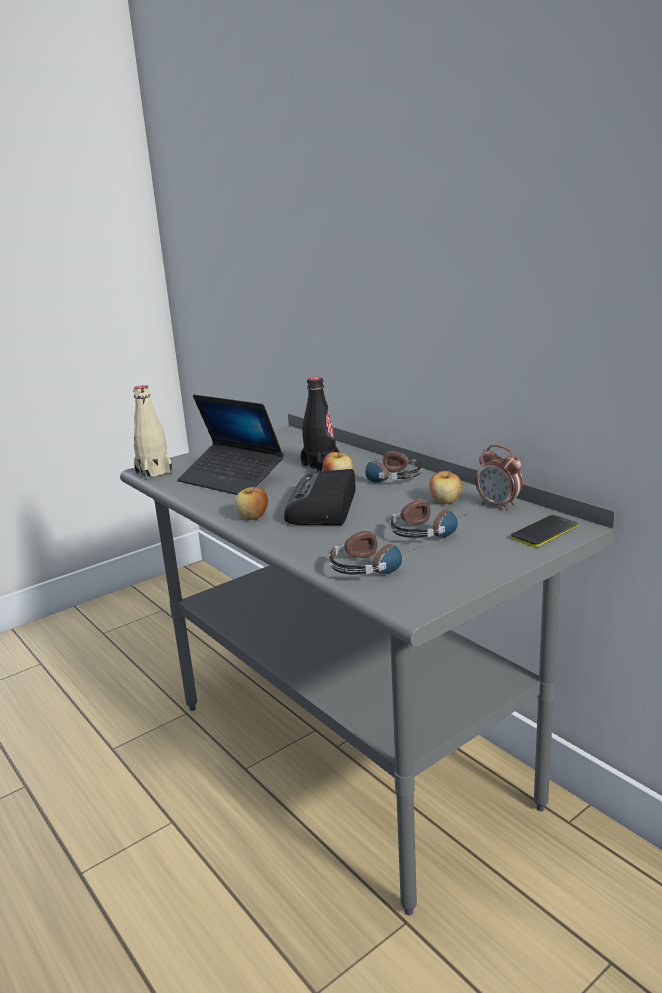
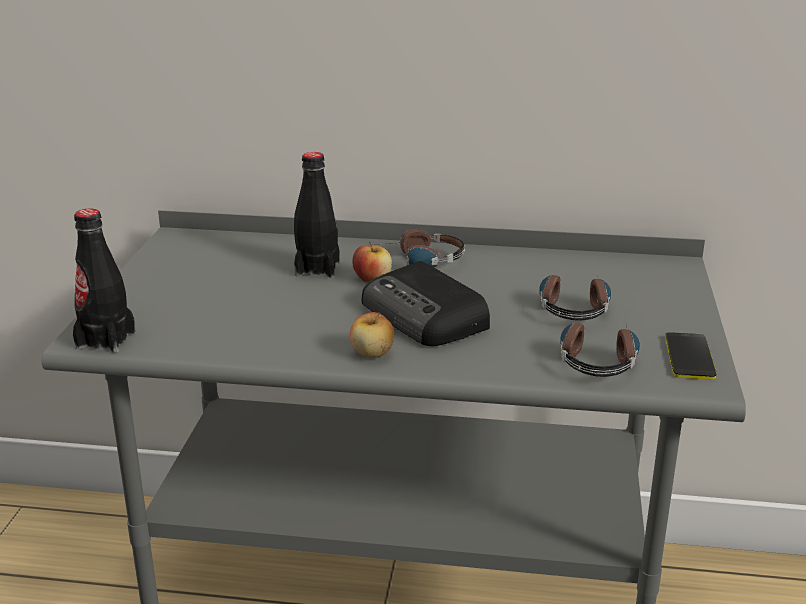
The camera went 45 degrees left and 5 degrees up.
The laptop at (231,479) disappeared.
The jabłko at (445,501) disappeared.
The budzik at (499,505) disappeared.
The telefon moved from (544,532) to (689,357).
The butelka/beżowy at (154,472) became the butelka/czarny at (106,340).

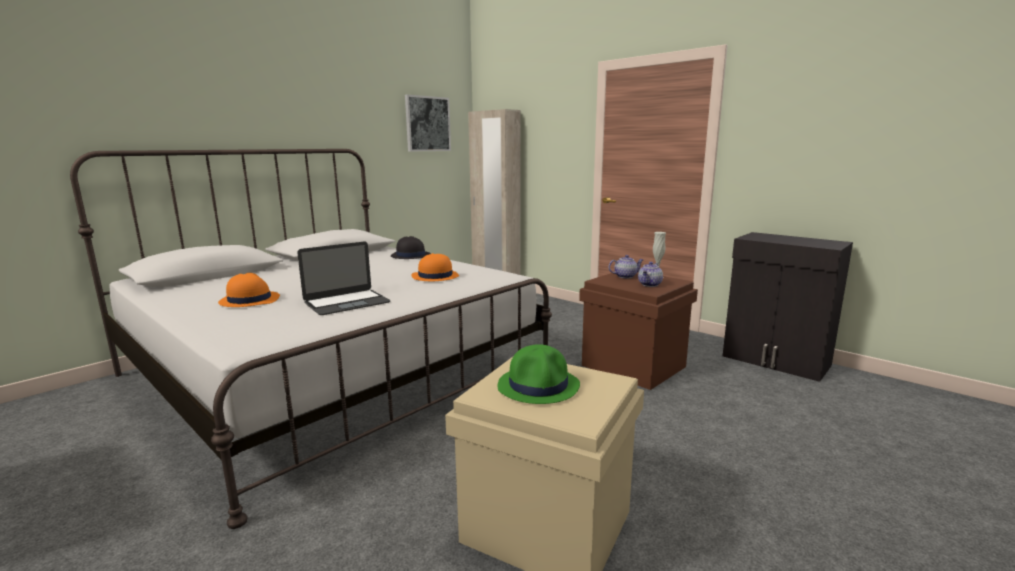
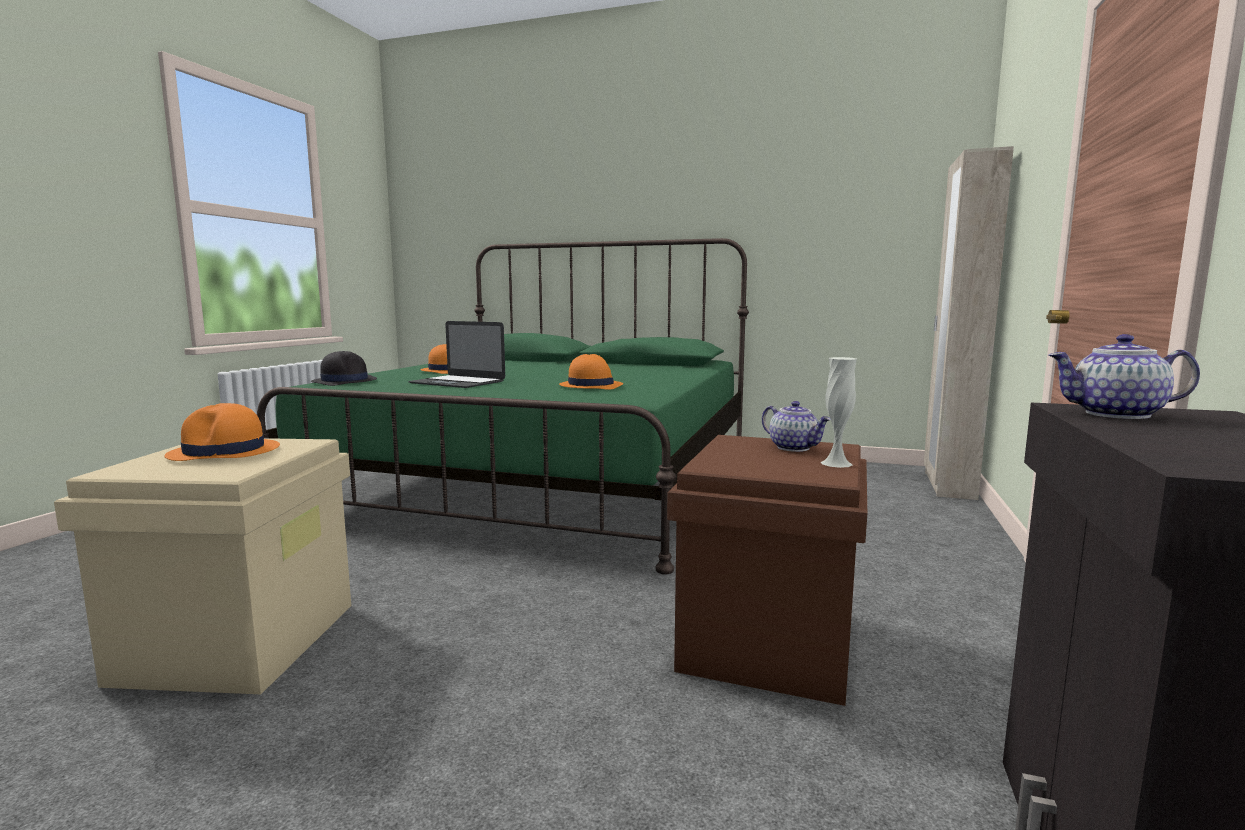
The camera went 65 degrees right and 5 degrees down.
The obraz at (427,124) disappeared.
The kapelusz/czarny moved from (410,256) to (344,381).
The imbryk moved from (650,285) to (1116,414).
The łóżko/biały at (332,372) became the łóżko/zielony at (545,481).
The kapelusz/zielony at (539,386) became the kapelusz/pomarańczowy at (225,452).

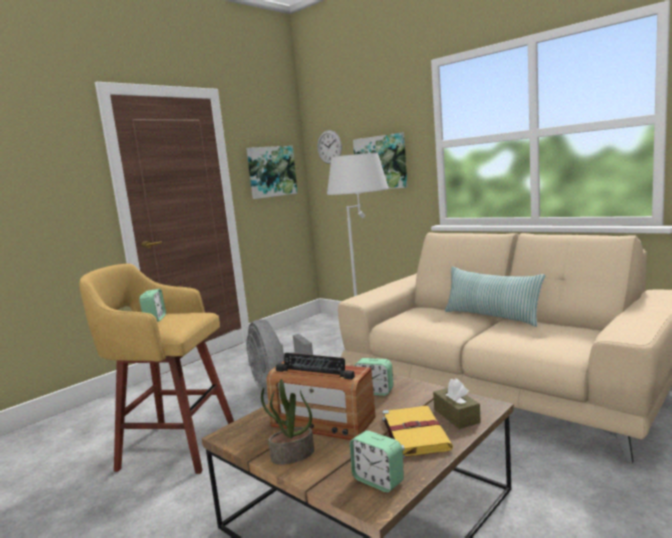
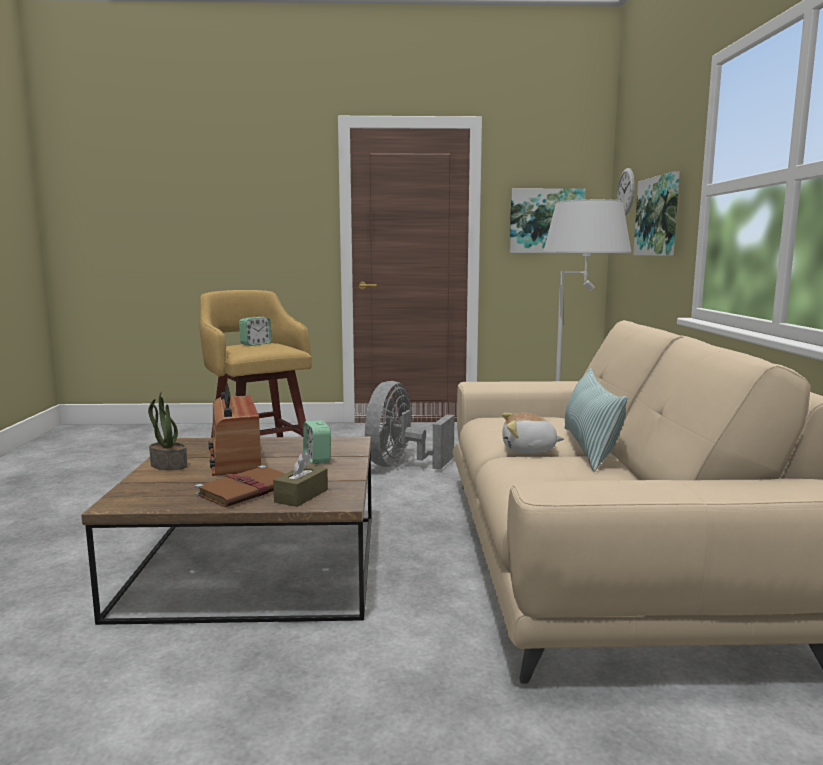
The camera went 45 degrees right and 0 degrees up.
The budzik at (378,480) disappeared.
The pluszak at (529,450) appeared.
The książka/żółty at (414,433) became the książka/brązowy at (248,489).

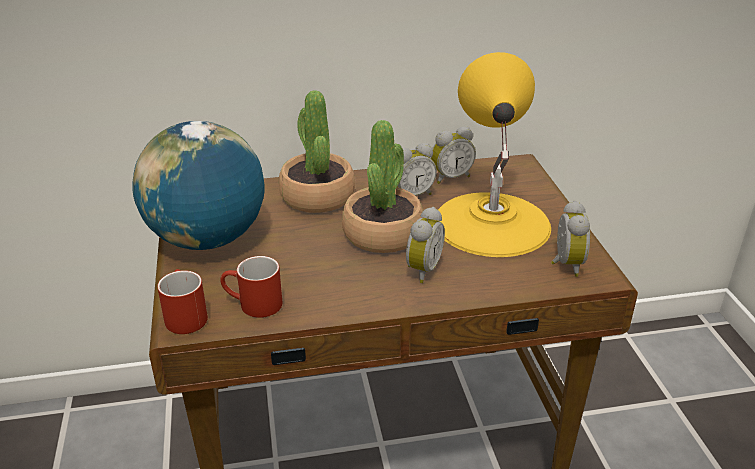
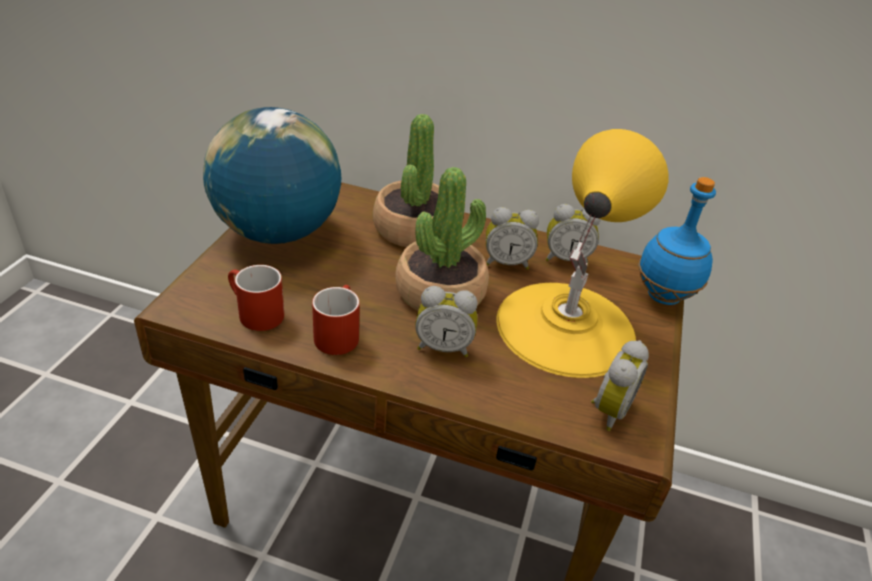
The camera went 25 degrees right and 5 degrees up.
The butelka/niebieski at (664,296) appeared.
The kubek/czerwony moved from (183,315) to (337,333).
The budzik at (421,269) turned 45 degrees clockwise.

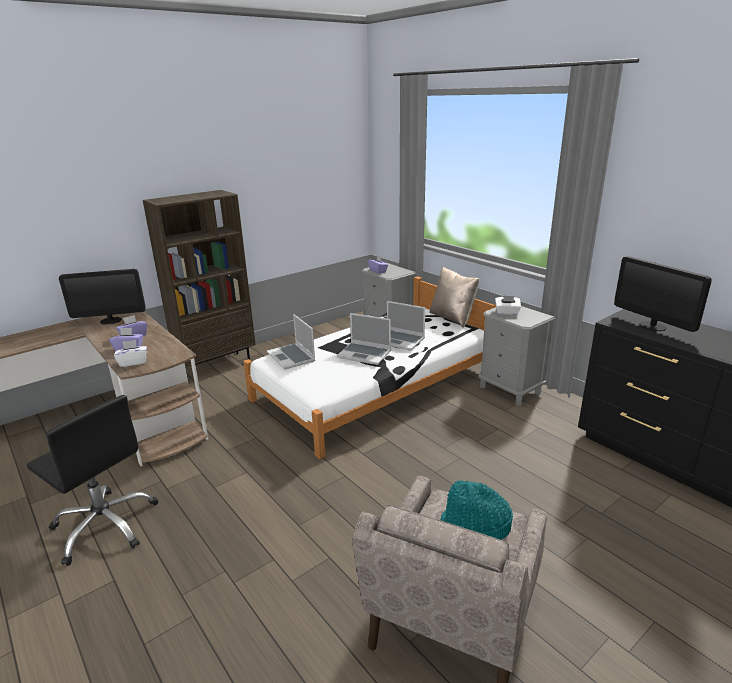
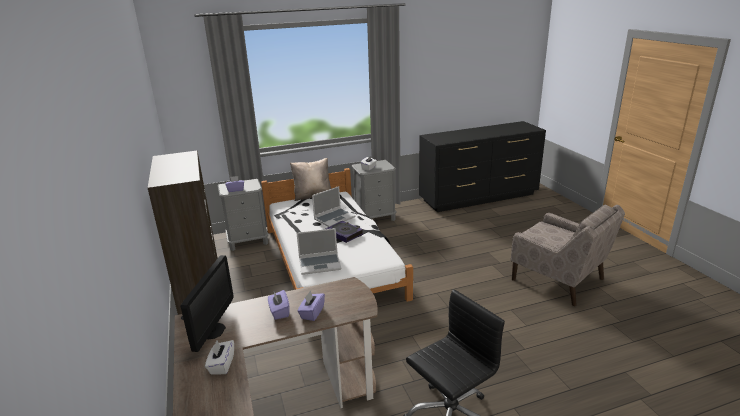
The camera went 70 degrees left and 0 degrees up.
The kapelusz/turkusowy at (475,527) disappeared.
The monitor at (652,326) disappeared.
The pudełko chusteczek/biały moved from (133,362) to (221,365).
The laptop at (365,354) was replaced by the książka at (344,234).

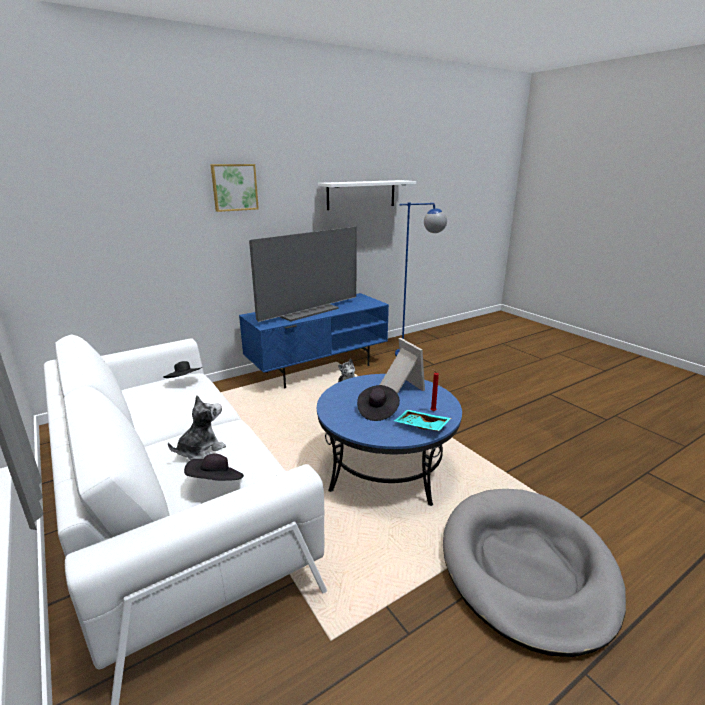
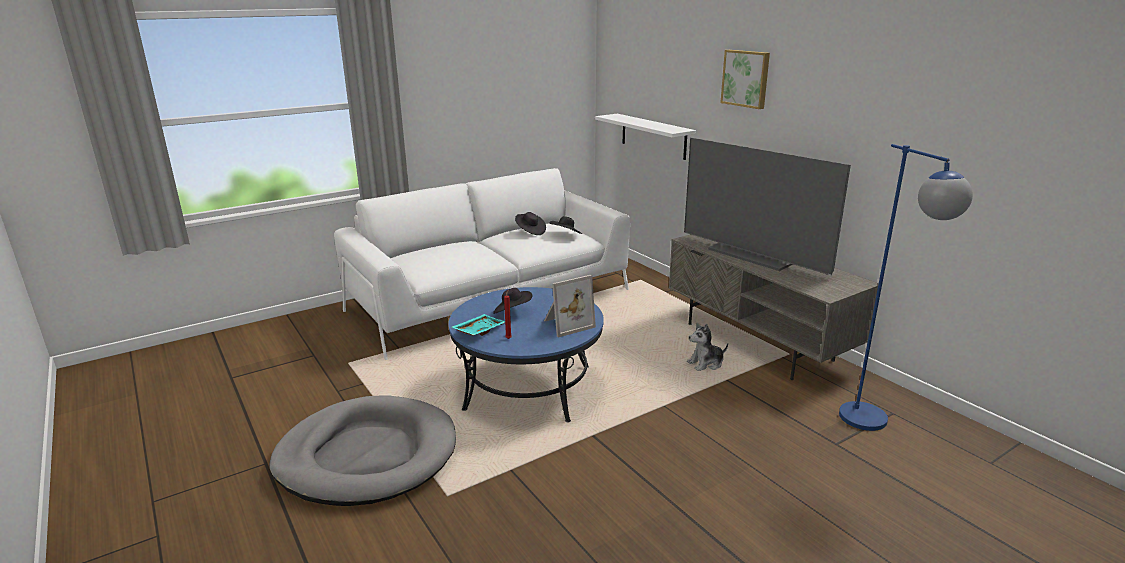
The camera went 90 degrees right and 0 degrees up.
The pluszak at (200,450) disappeared.
The kapelusz/czarny moved from (216,482) to (530,231).
The półka/biały moved from (361,194) to (653,136).
The szafka pod telewizor/niebieski at (318,368) became the szafka pod telewizor/szary at (759,342).

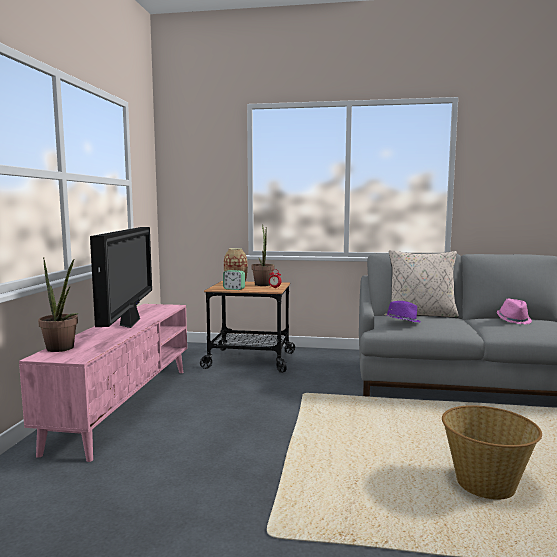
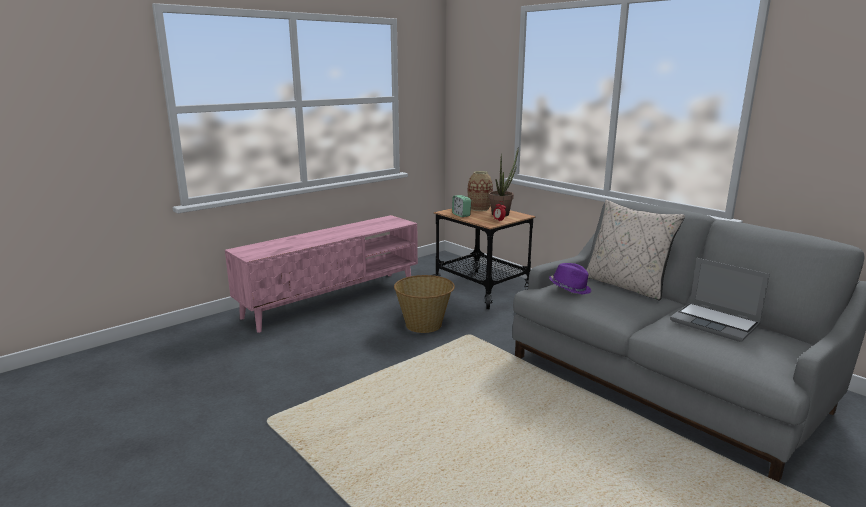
The camera went 40 degrees right and 10 degrees up.
The roślina doniczkowa at (62,349) disappeared.
The telewizor at (130,322) disappeared.
The koszyk moved from (486,484) to (424,325).
The kapelusz/różowy at (513,320) was replaced by the laptop at (715,323).

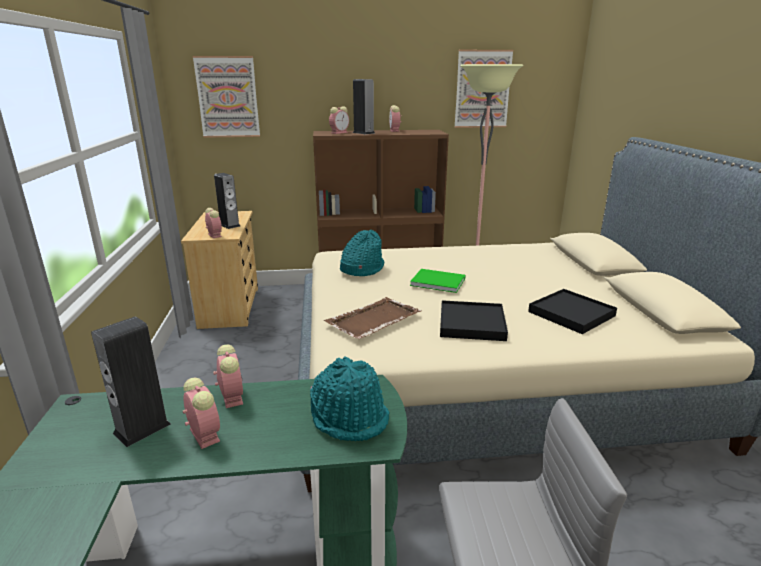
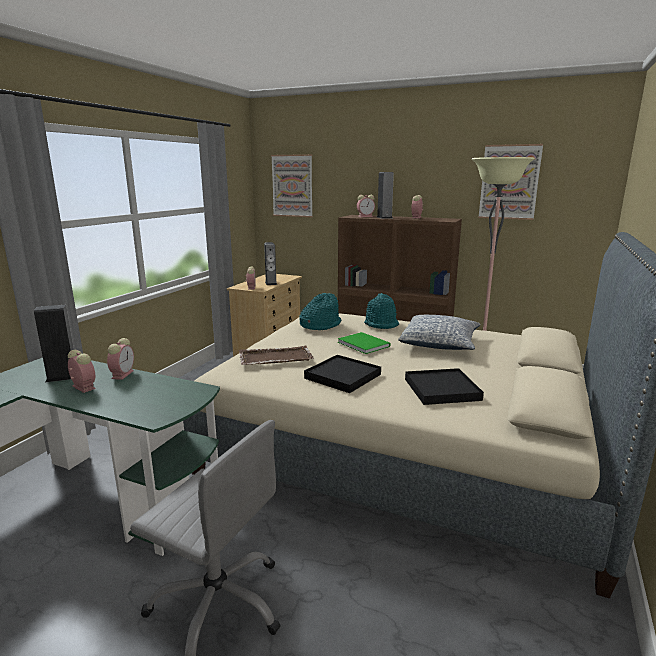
The camera went 30 degrees right and 5 degrees down.
The poduszka at (439,344) appeared.
The kapelusz/turkusowy moved from (349,417) to (381,324).
The budzik at (203,434) turned 45 degrees counterclockwise.

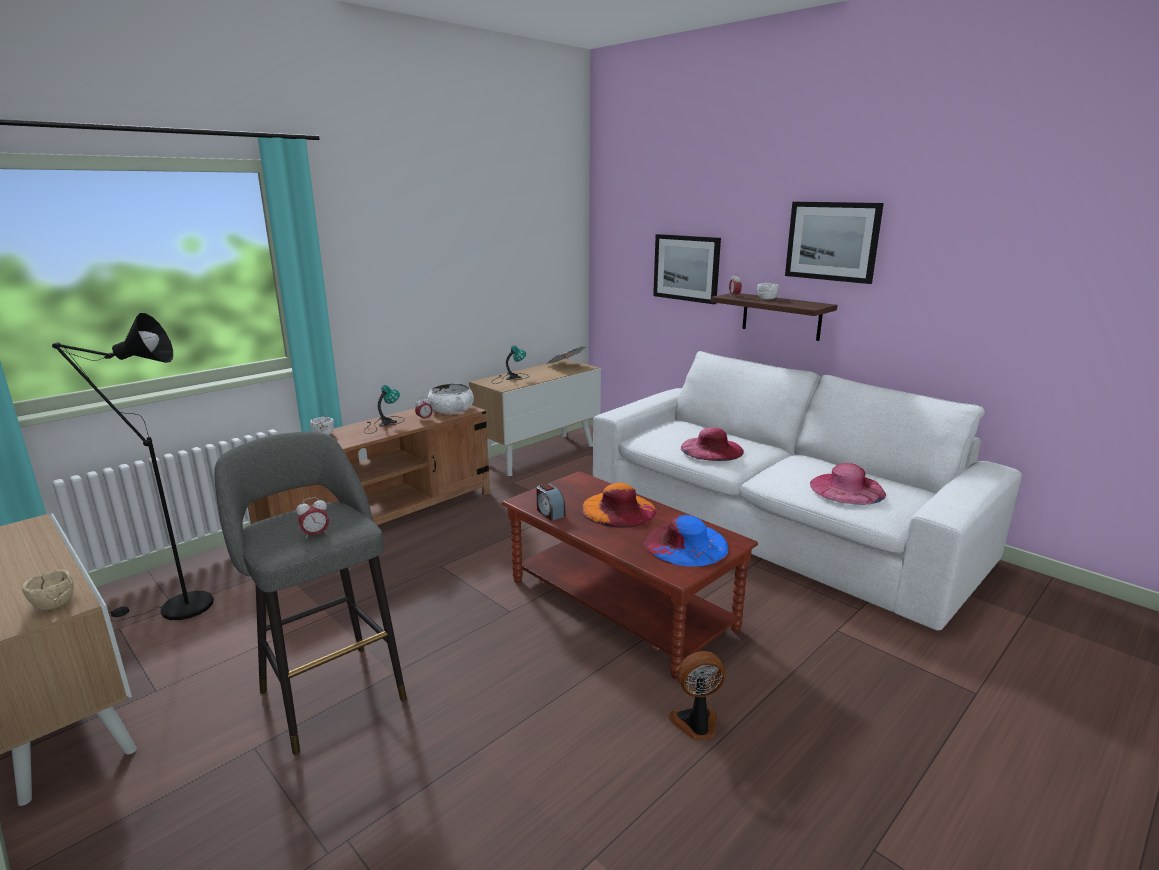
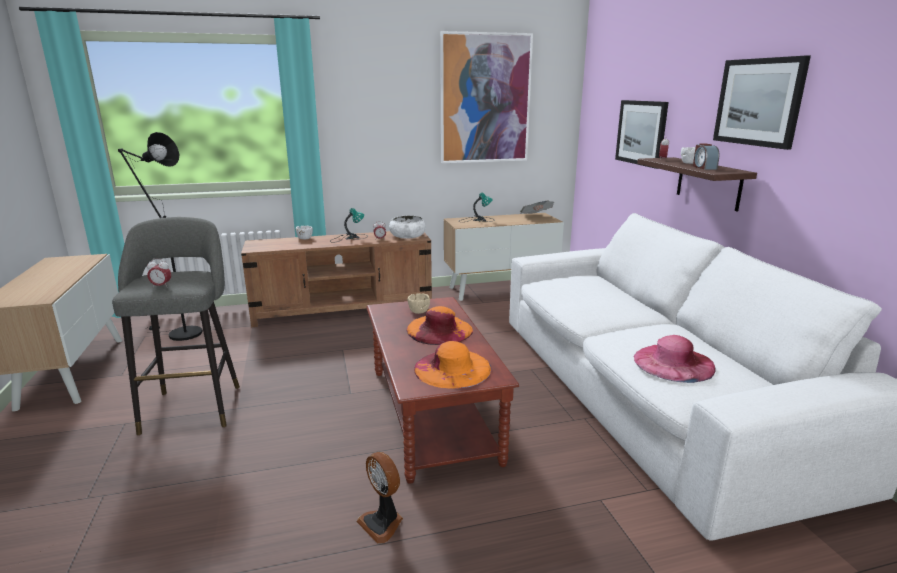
The camera went 30 degrees right and 0 degrees up.
The kapelusz/różowy at (711,449) disappeared.
The obraz at (485,99) appeared.
The miska/beżowy moved from (53,603) to (418,311).
The budzik moved from (550,513) to (704,167).
The kapelusz/niebieski at (686,544) became the kapelusz/pomarańczowy at (452,368).
The wentylator at (696,725) turned 150 degrees counterclockwise.

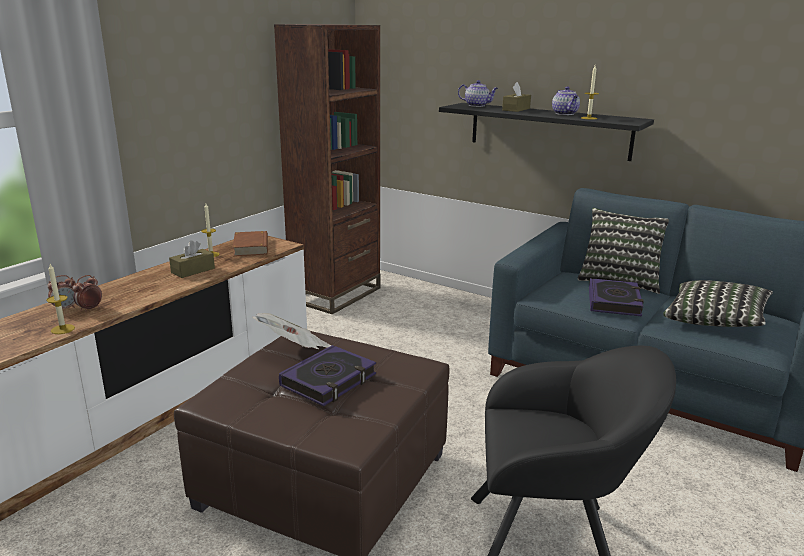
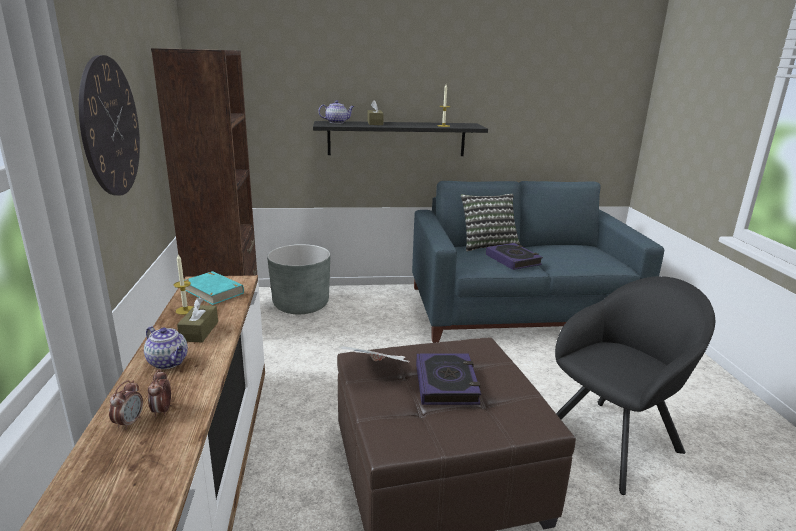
The camera went 40 degrees left and 0 degrees up.
The świeca at (63,329) disappeared.
The poduszka at (715,321) disappeared.
The zegar ścienny at (110,127) appeared.
The donica/szary at (301,305) appeared.
The imbryk moved from (565,114) to (169,362).
The książka/brązowy at (251,247) became the książka/turkusowy at (213,291).

